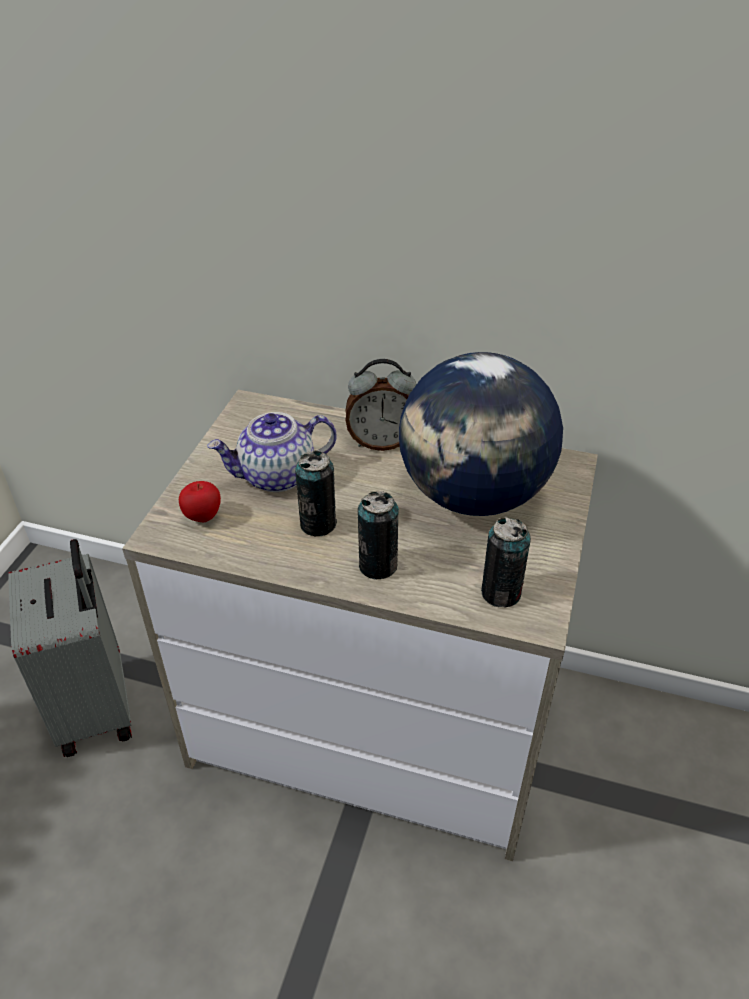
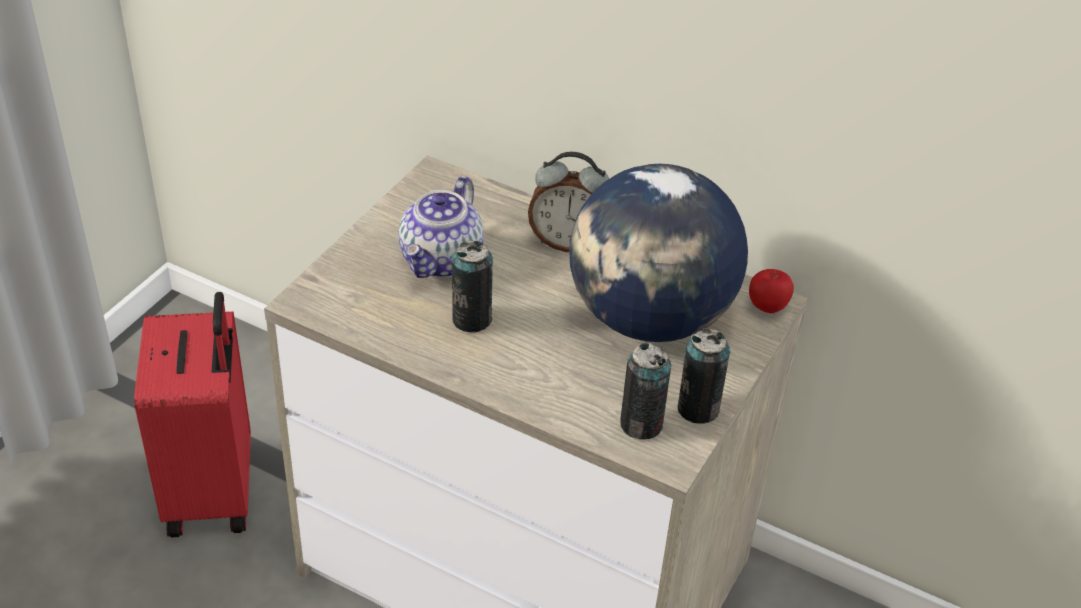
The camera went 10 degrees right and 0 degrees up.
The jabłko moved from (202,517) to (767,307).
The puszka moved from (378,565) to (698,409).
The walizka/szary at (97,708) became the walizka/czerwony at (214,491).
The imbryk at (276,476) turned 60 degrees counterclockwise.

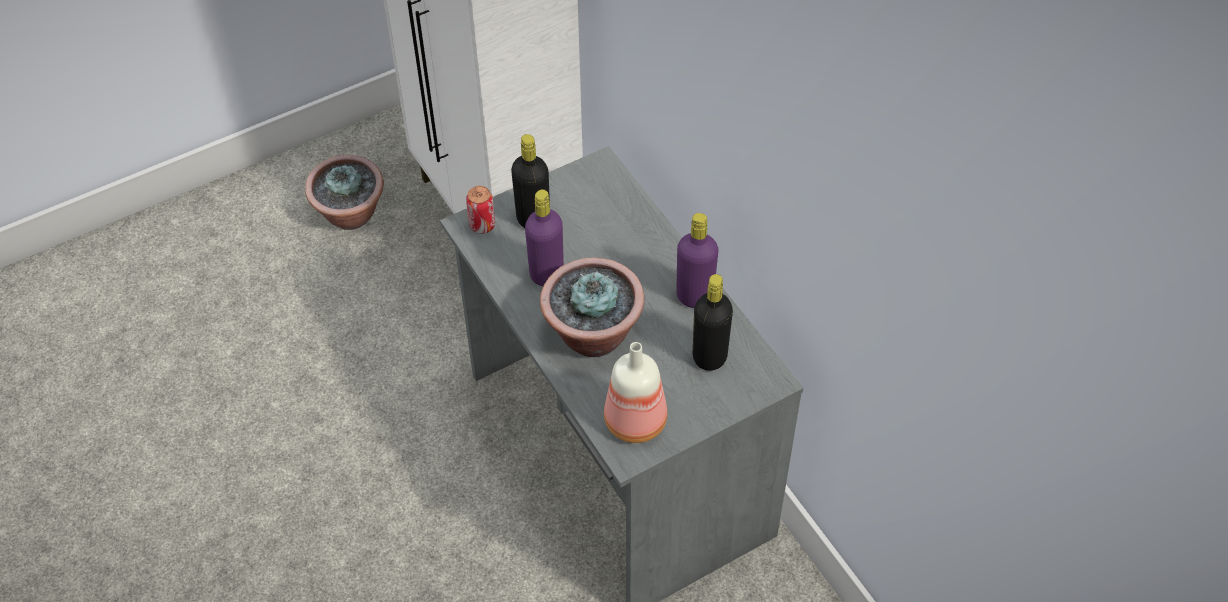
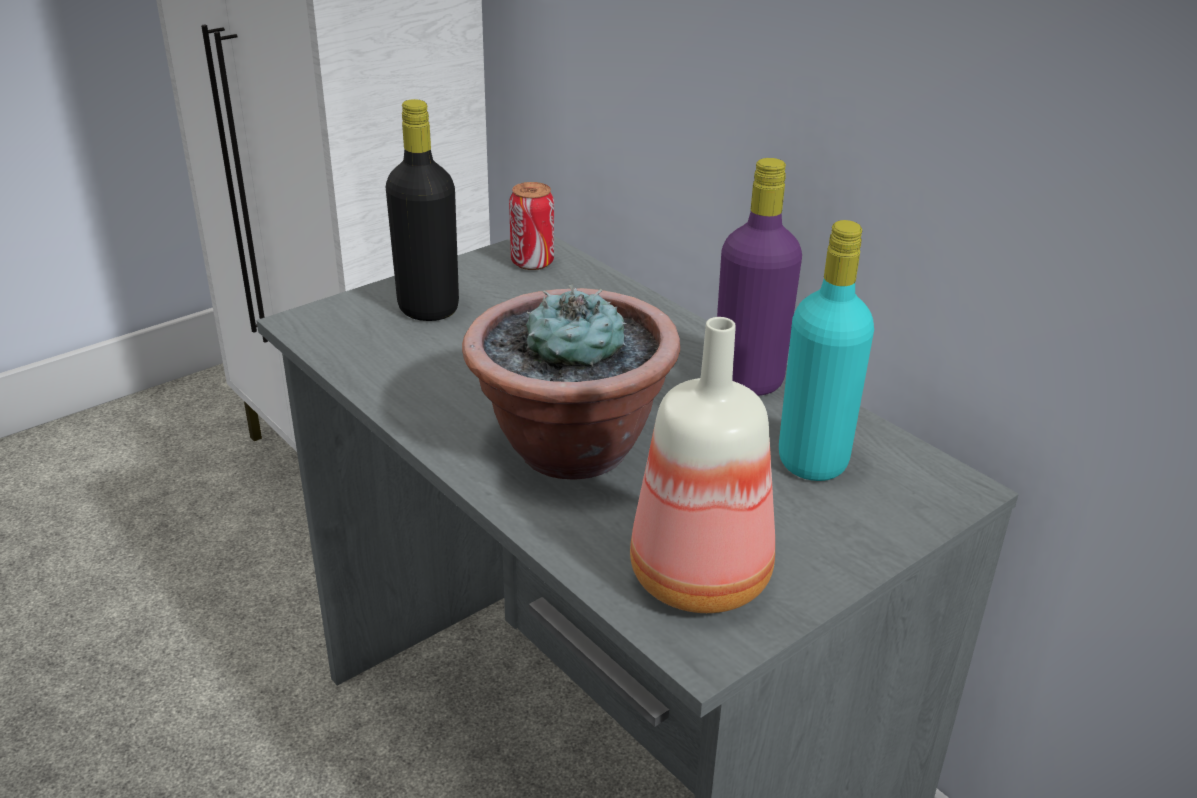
The camera went 10 degrees left and 20 degrees down.
The roślina doniczkowa at (351,215) disappeared.
The butelka/fioletowy at (546,274) disappeared.
The puszka moved from (482,225) to (532,262).
The butelka/czarny at (709,357) became the butelka/turkusowy at (812,461).

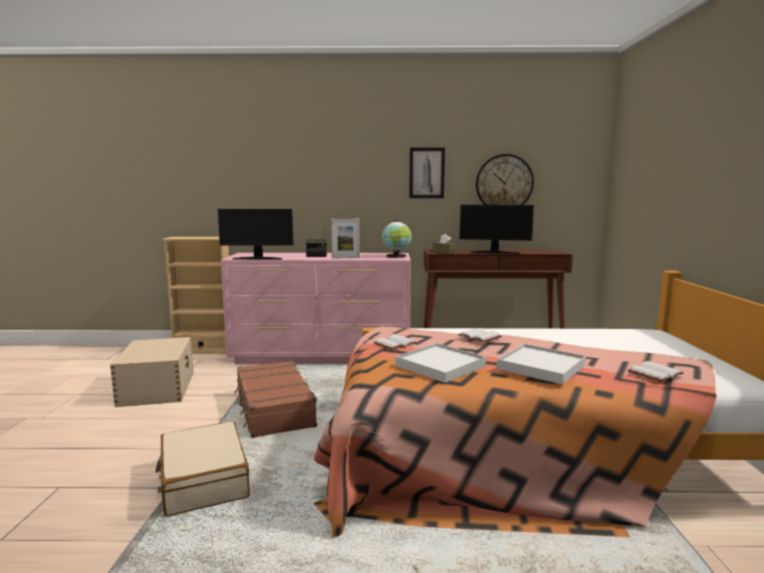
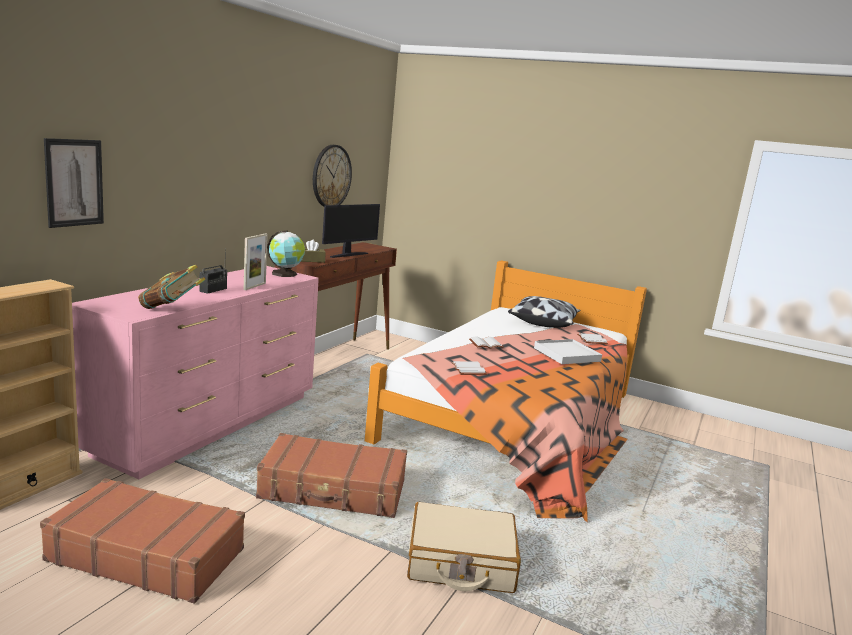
The camera went 65 degrees left and 5 degrees up.
The taca/biały at (440,366) disappeared.
The poduszka at (543,322) appeared.
The obraz moved from (426,173) to (74,183).
The pojemnik do przechowywania/beżowy at (158,388) was replaced by the walizka/brązowy at (147,554).
The monitor at (257,258) was replaced by the książka at (172,310).

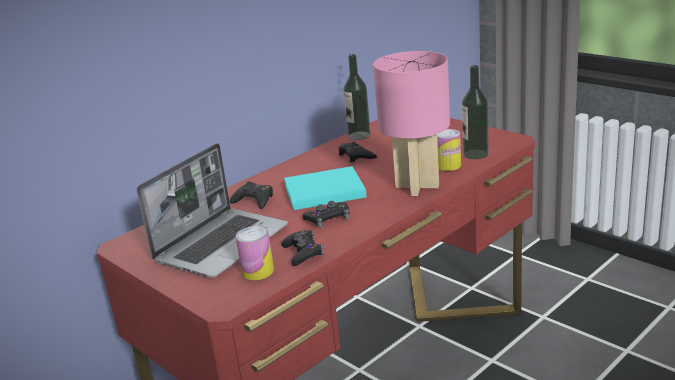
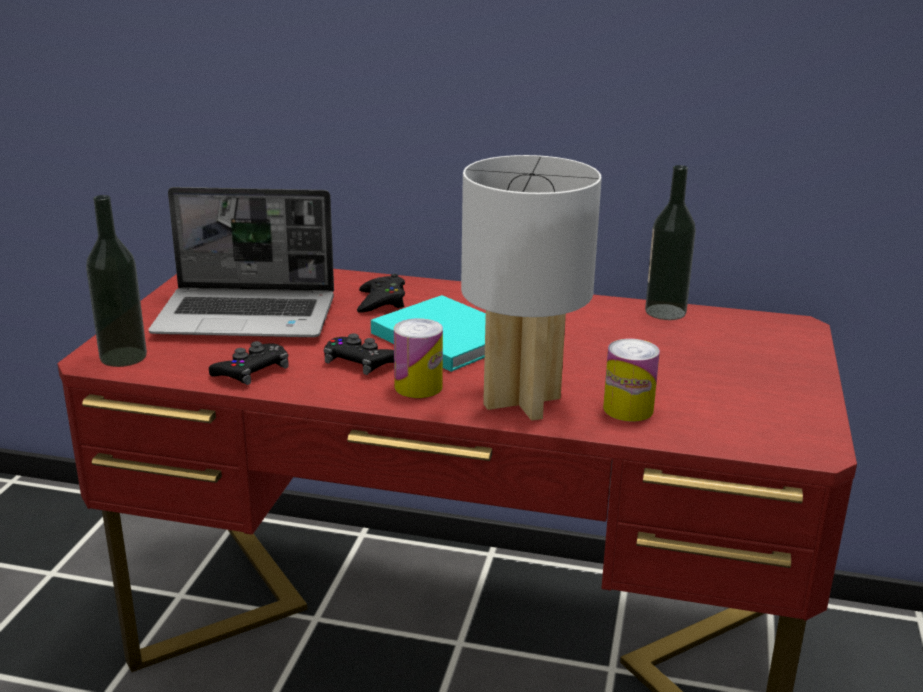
The camera went 55 degrees right and 0 degrees up.
The pad do gier/czarny at (356,156) disappeared.
The puszka moved from (258,271) to (418,386).
The butelka moved from (475,154) to (123,357).
The lampa stołowa/różowy at (416,186) became the lampa stołowa/biały at (523,401).

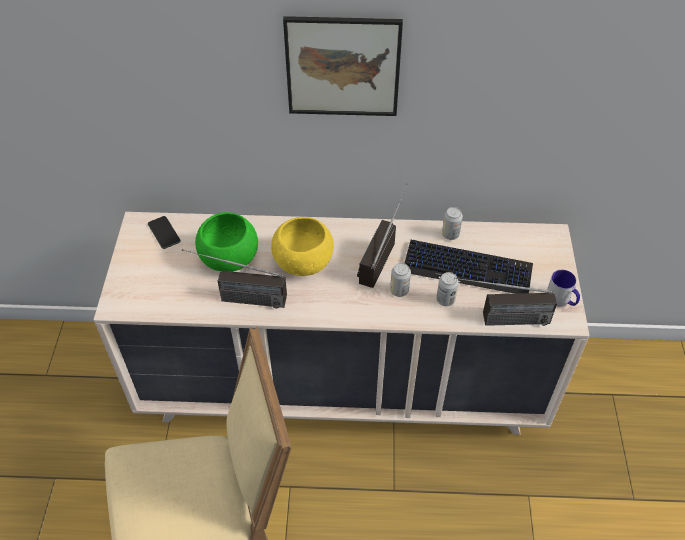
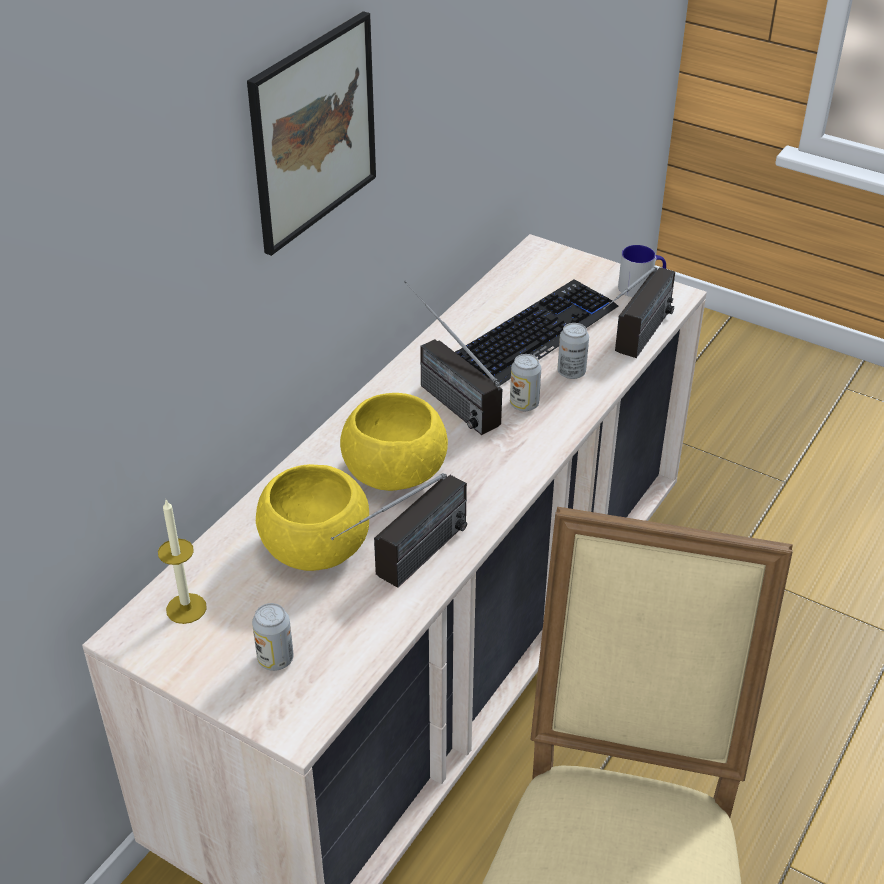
The camera went 60 degrees left and 10 degrees down.
The puszka moved from (450,234) to (275,659).
The telefon at (164,233) was replaced by the świeca at (186,608).
The miska/zielony at (229,257) became the miska/żółty at (314,548).

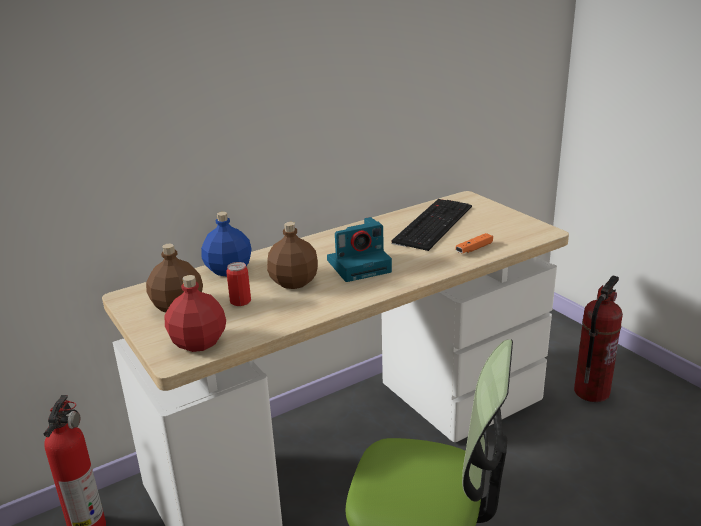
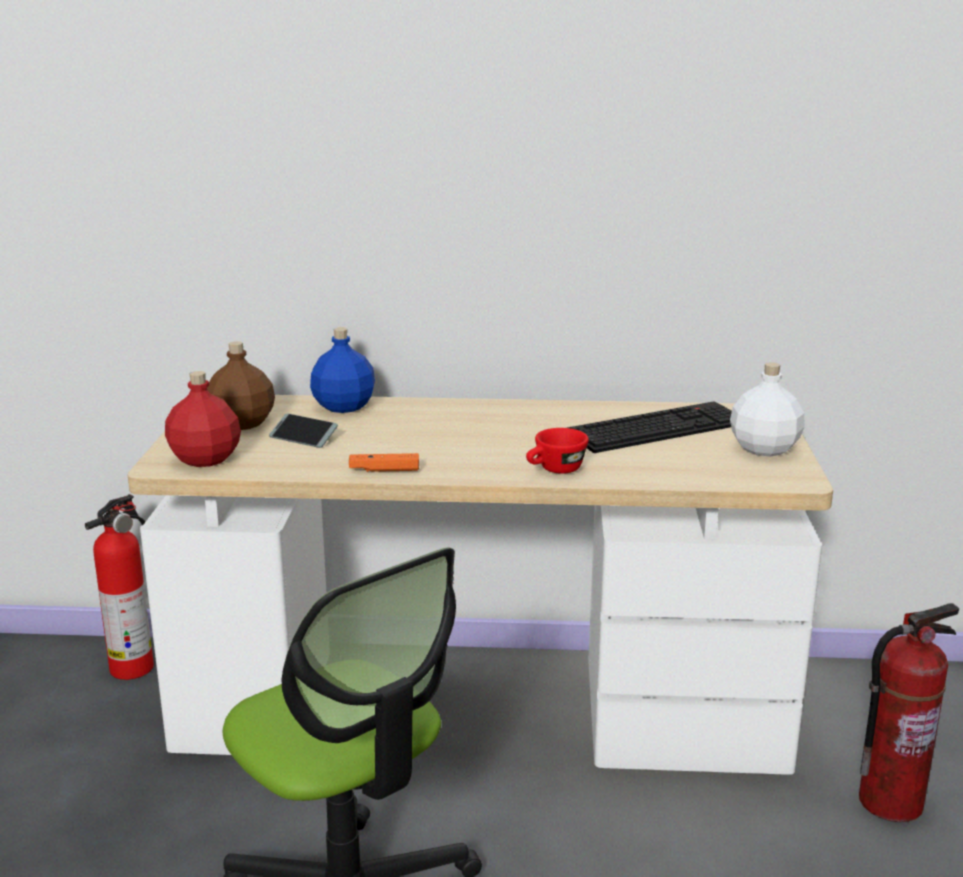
The camera went 35 degrees right and 5 degrees down.
The butelka/brązowy at (293,282) disappeared.
The aparat fotograficzny at (359,265) disappeared.
The filiżanka/czerwony at (555,470) appeared.
The butelka/biały at (764,448) appeared.
The pad do gier/pomarańczowy moved from (474,249) to (384,470).
The puszka at (240,301) was replaced by the telefon at (303,437).

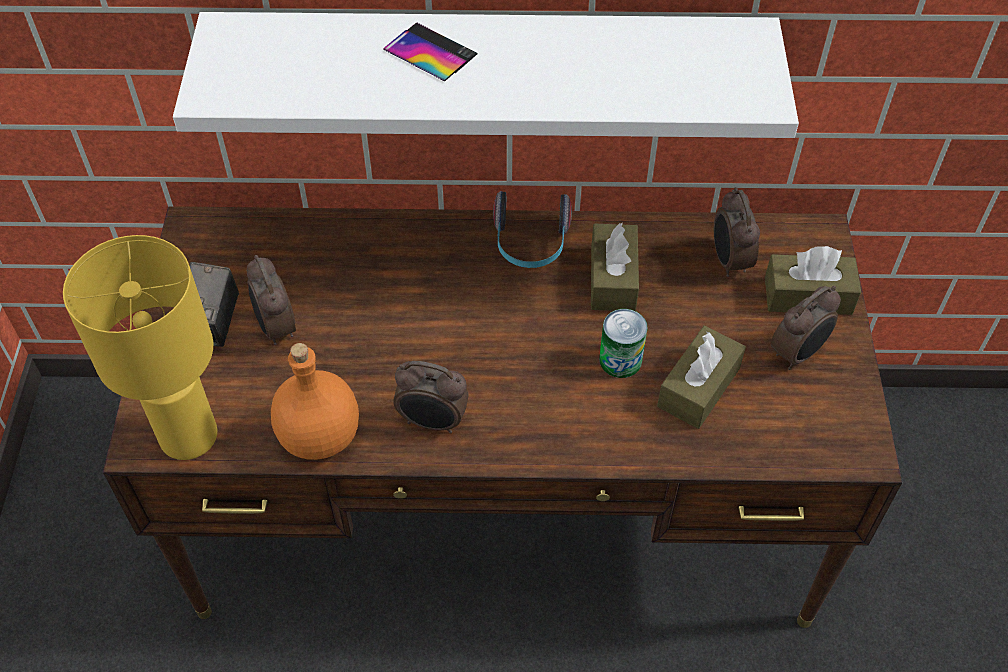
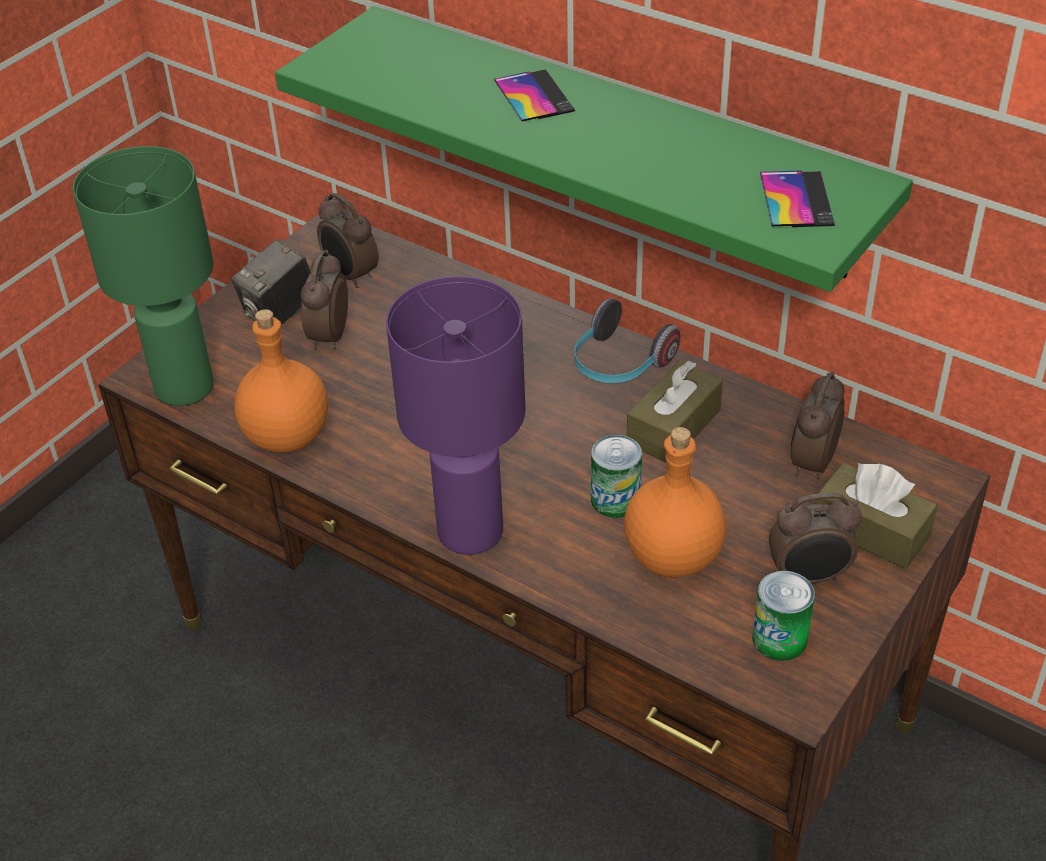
The camera went 35 degrees right and 10 degrees down.
The lampa stołowa/fioletowy at (472,532) appeared.
The puszka at (779,639) appeared.
The telefon at (796,199) appeared.
The budzik moved from (432,422) to (350,276).
The pudełko chusteczek/brązowy at (698,387) was replaced by the butelka/pomarańczowy at (673,558).
The lampa stołowa/żółty at (187,437) became the lampa stołowa/zielony at (182,388).
The półka/biały at (489,61) became the półka/zielony at (618,140).

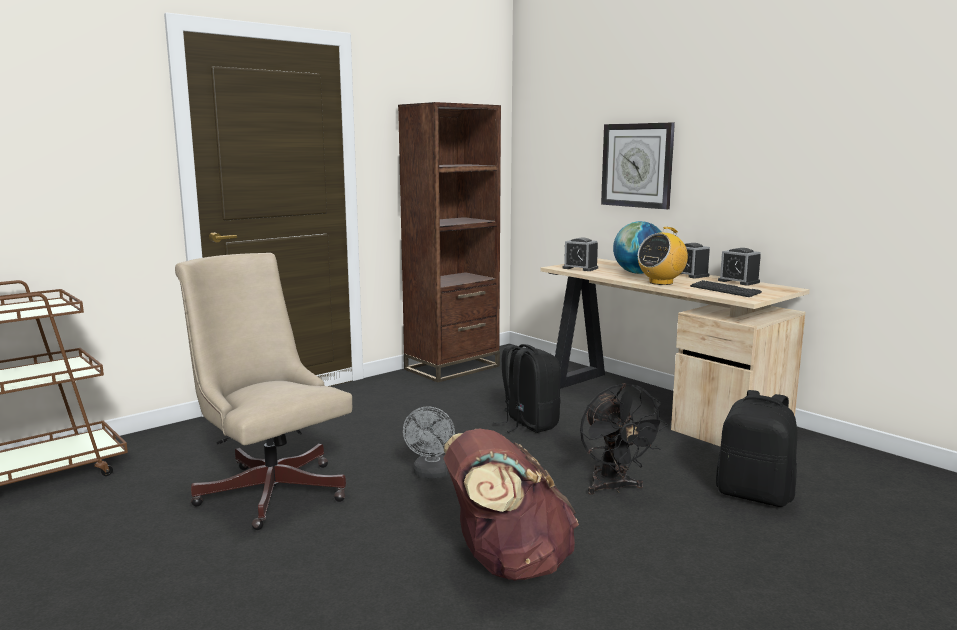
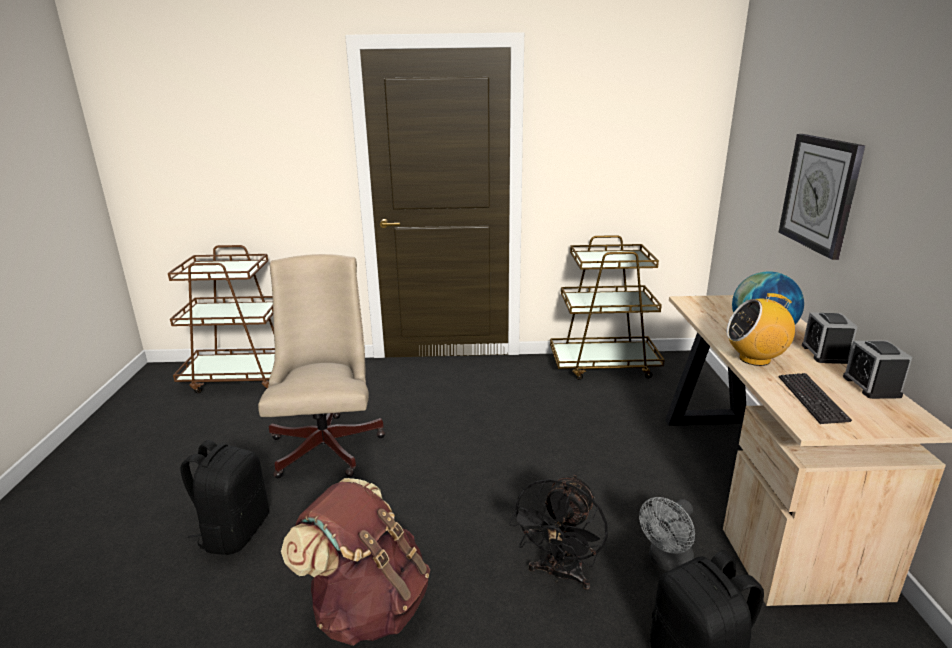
The camera went 40 degrees right and 10 degrees up.
The budzik at (580,268) disappeared.
The wentylator/szary moved from (431,474) to (667,562).
The plecak/czarny moved from (528,424) to (234,532).
The regał/brązowy at (452,368) was replaced by the wózek/brązowy at (604,365).

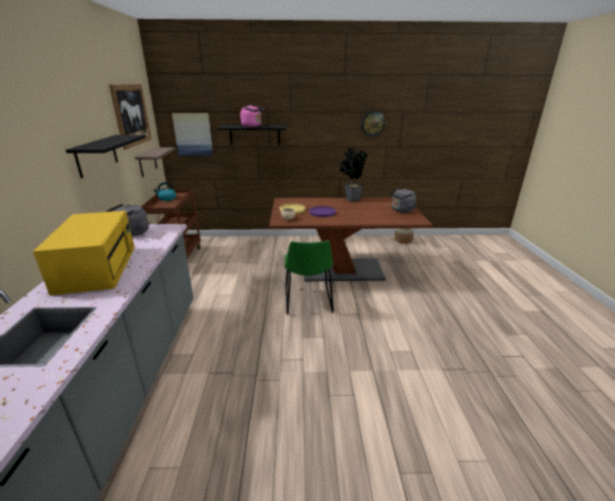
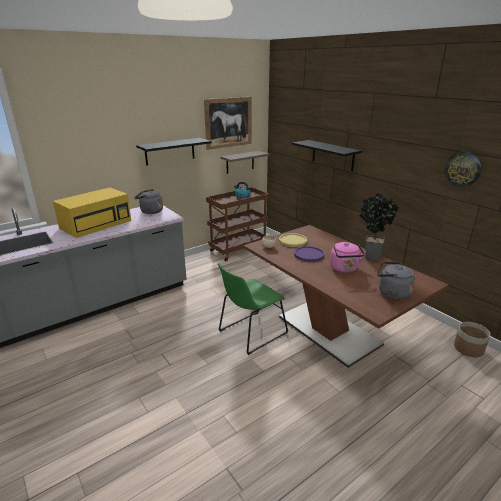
The camera went 55 degrees right and 0 degrees up.
The obraz at (193,134) disappeared.
The czajnik/różowy moved from (252,126) to (345,269).

